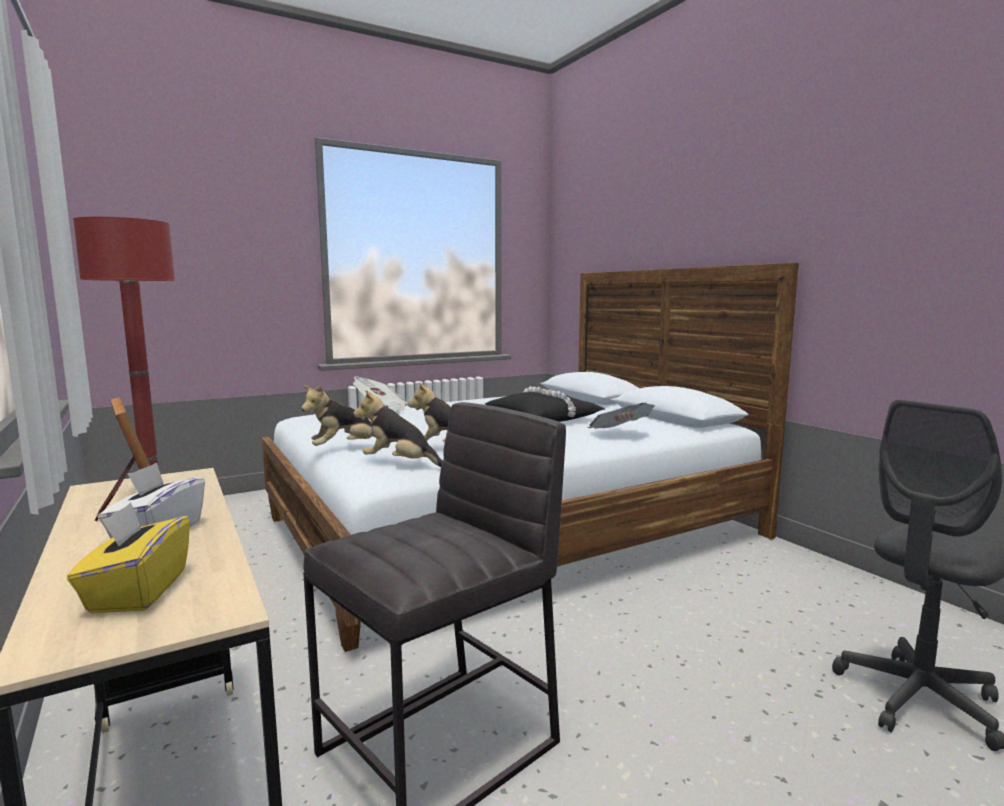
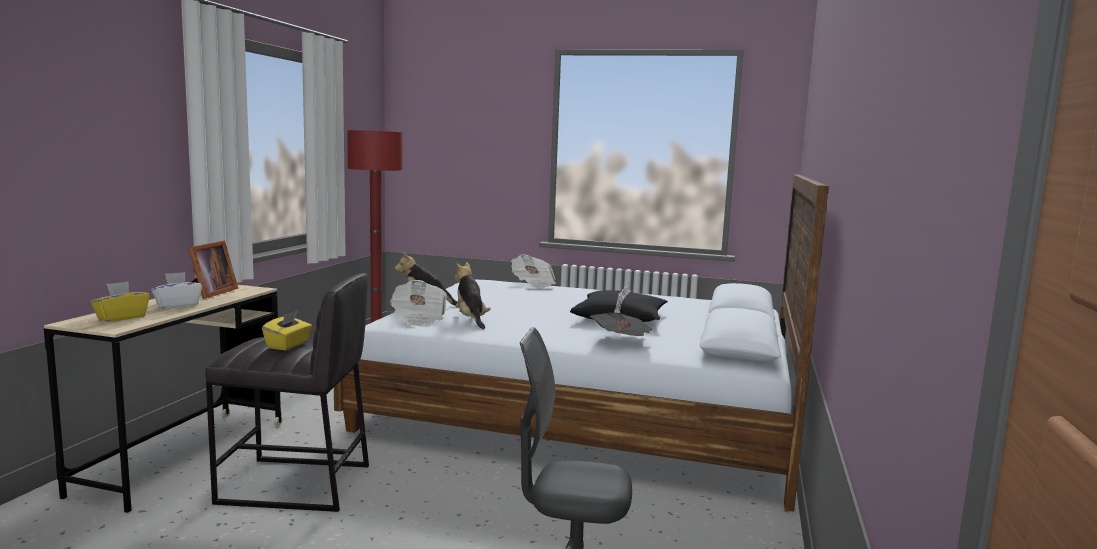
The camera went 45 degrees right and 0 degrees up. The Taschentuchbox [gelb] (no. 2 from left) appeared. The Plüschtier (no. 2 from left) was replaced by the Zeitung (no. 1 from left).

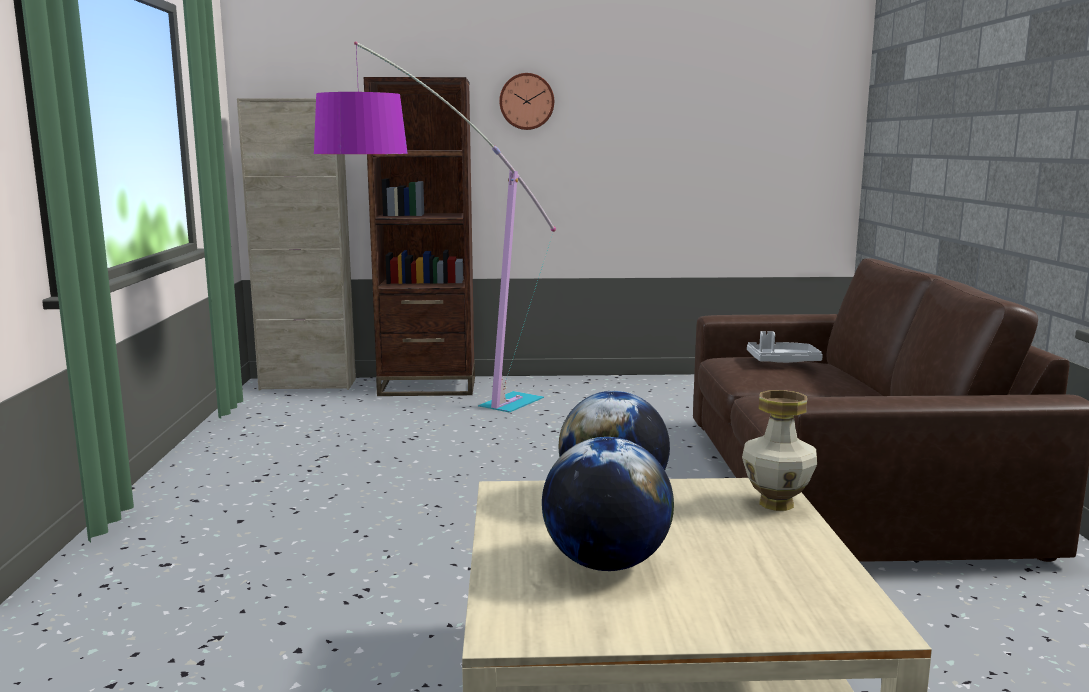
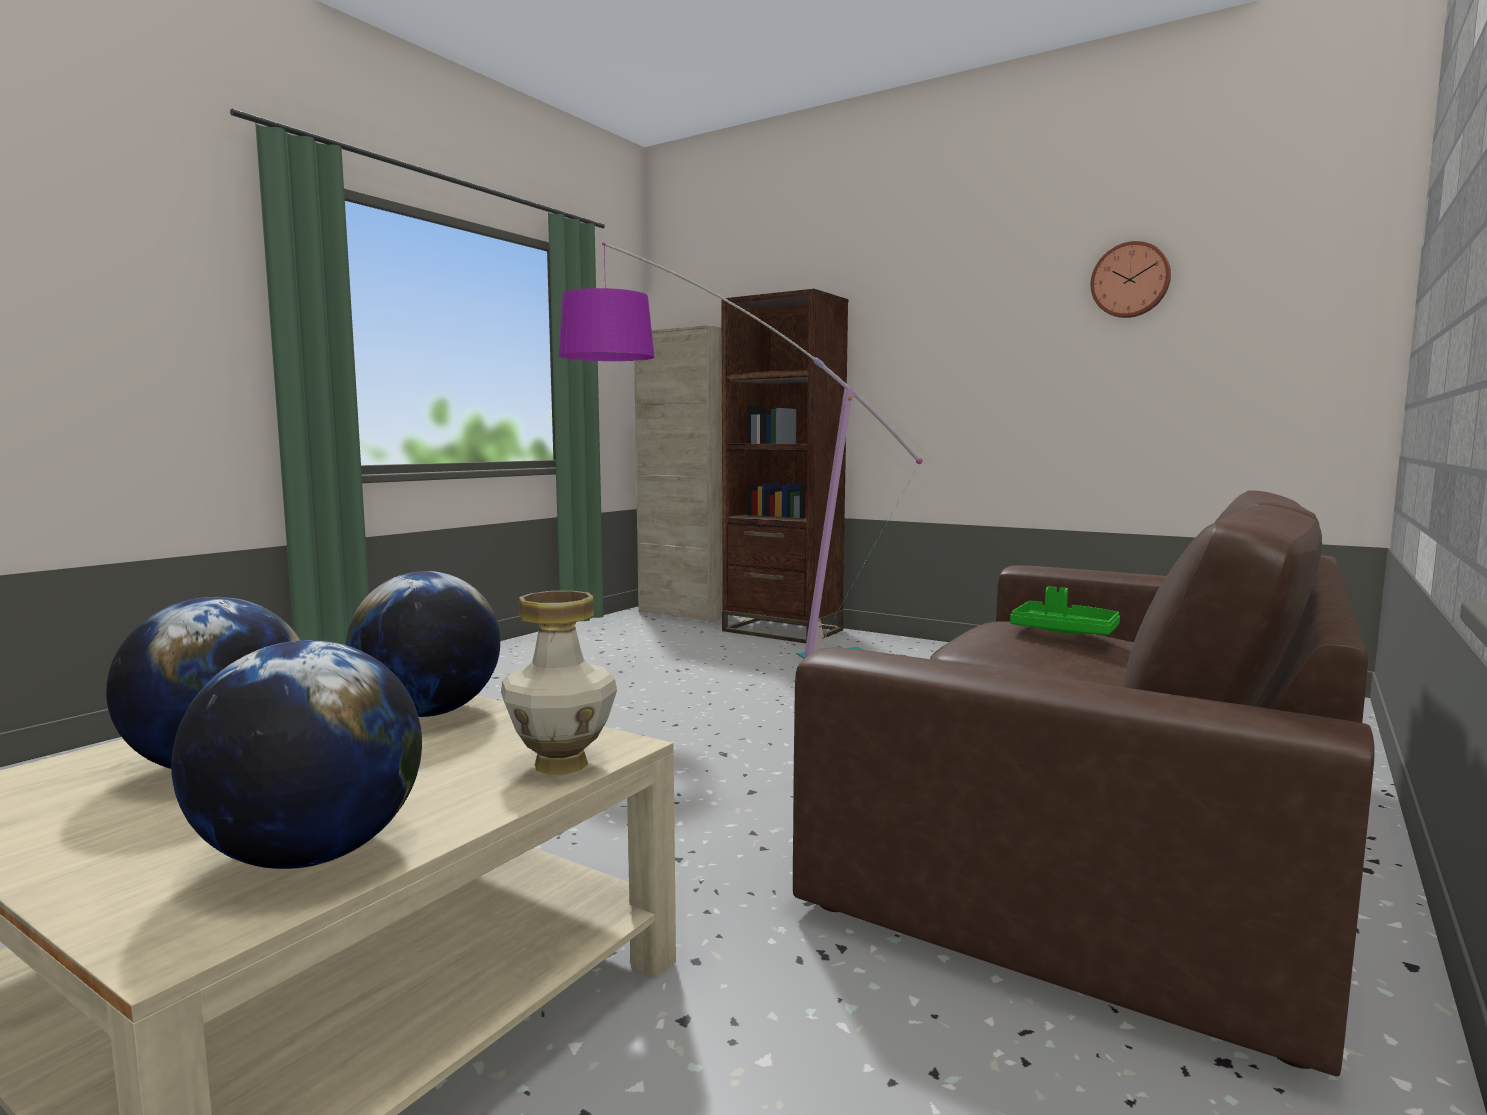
The camera went 35 degrees right and 5 degrees down. The Globus (no. 2 from left) appeared. The Wanduhr moved. The Tablett [grau] became the Tablett [grün].

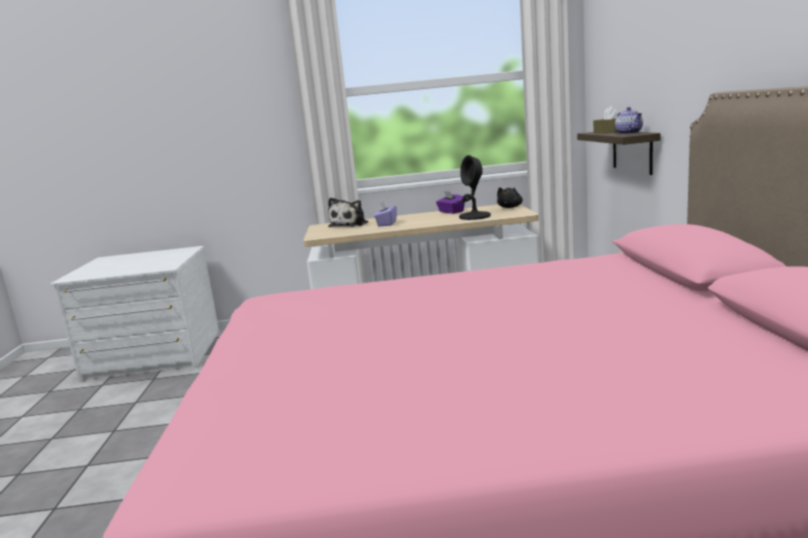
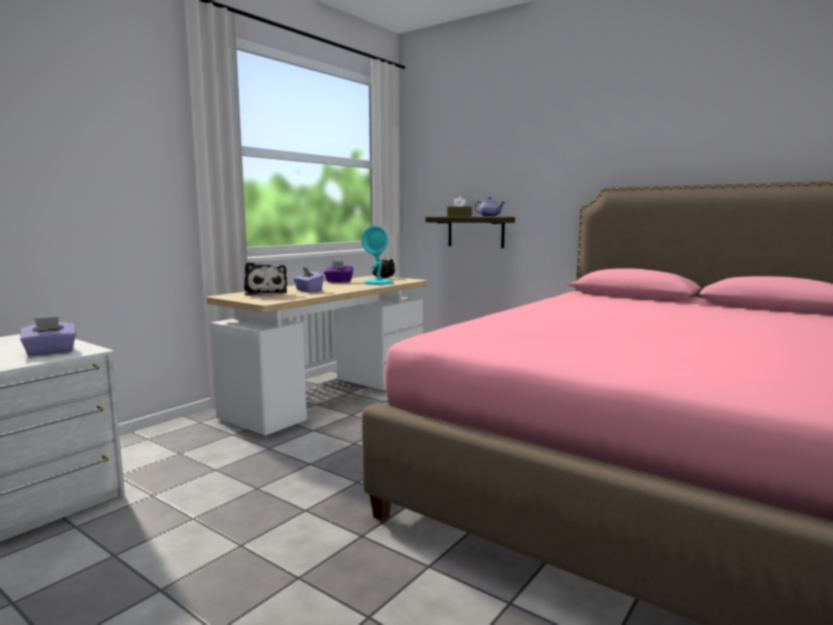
The camera went 50 degrees left and 5 degrees down. The Taschentuchbox [lila] (no. 1 from left) appeared. The Tischlampe [schwarz] became the Tischlampe [türkis].

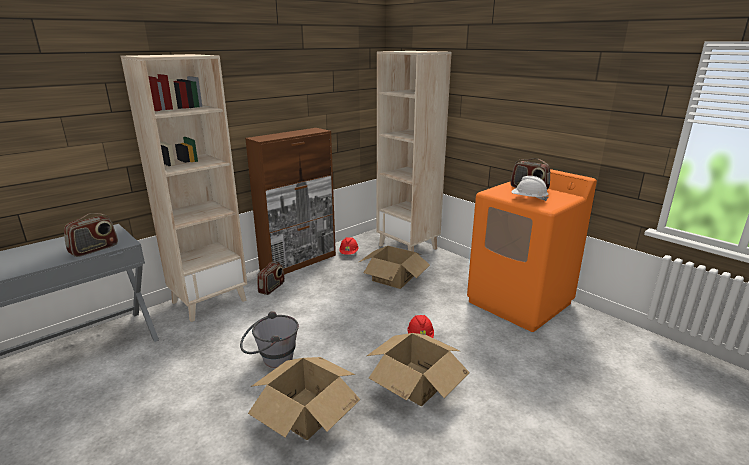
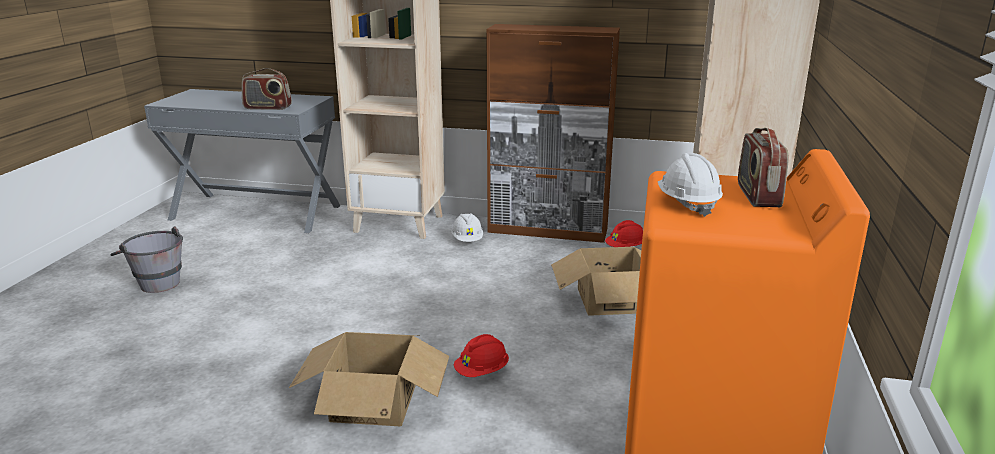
The camera went 55 degrees right and 0 degrees up. The Karton (no. 1 from left) disappeared. The Eimer [grau] moved. The Radio (no. 2 from left) was replaced by the Schutzhelm [weiß] (no. 1 from left).

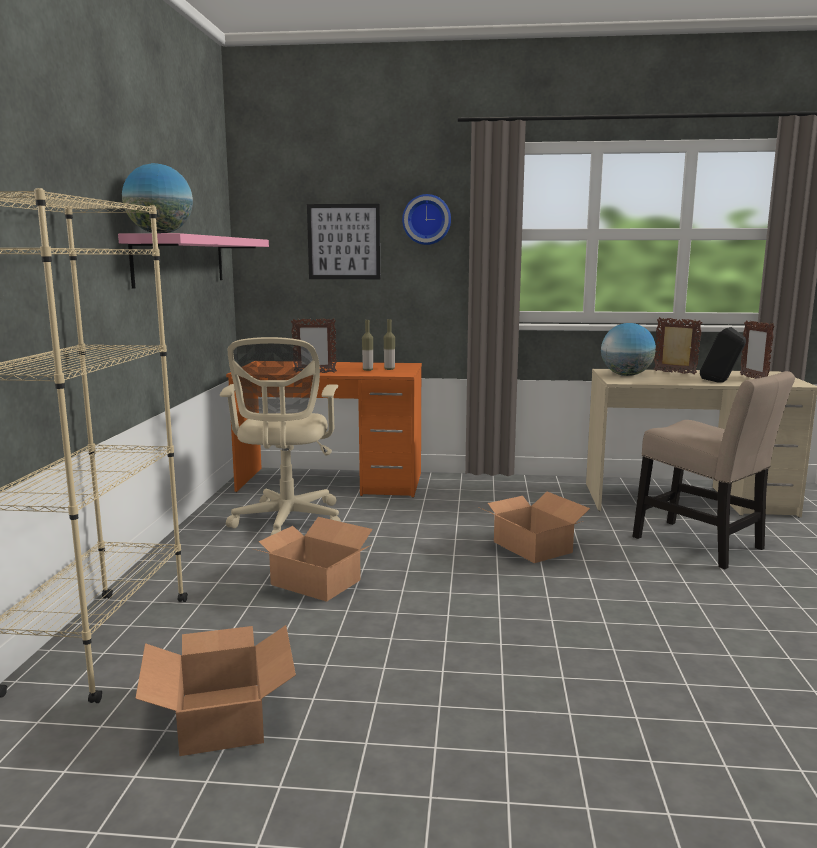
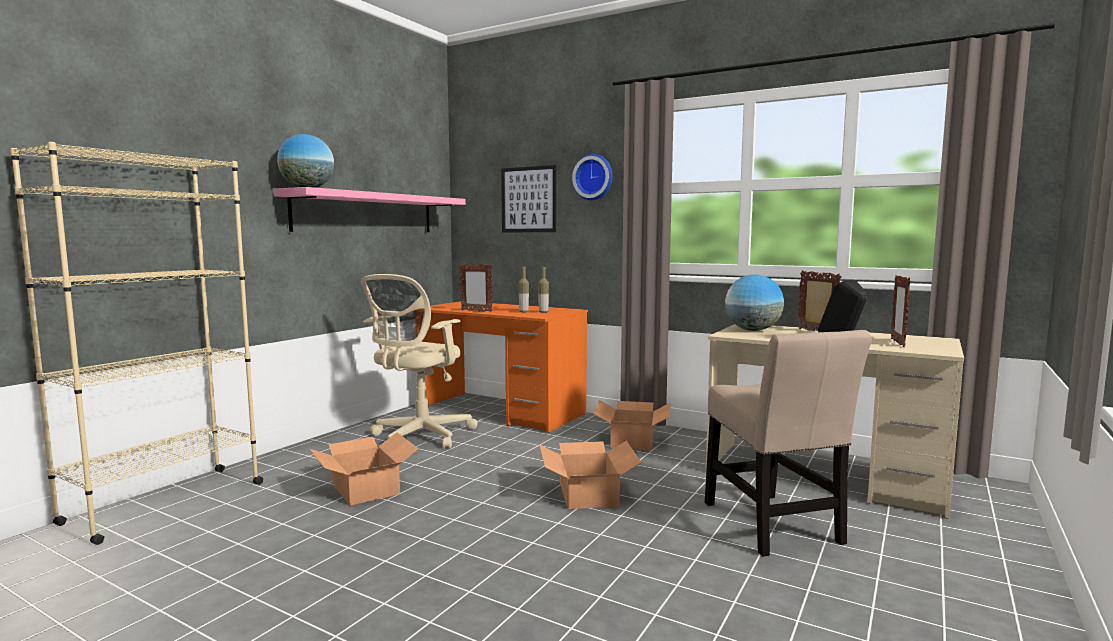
The camera went 25 degrees right and 5 degrees down. The Karton (no. 1 from left in the first image) moved.

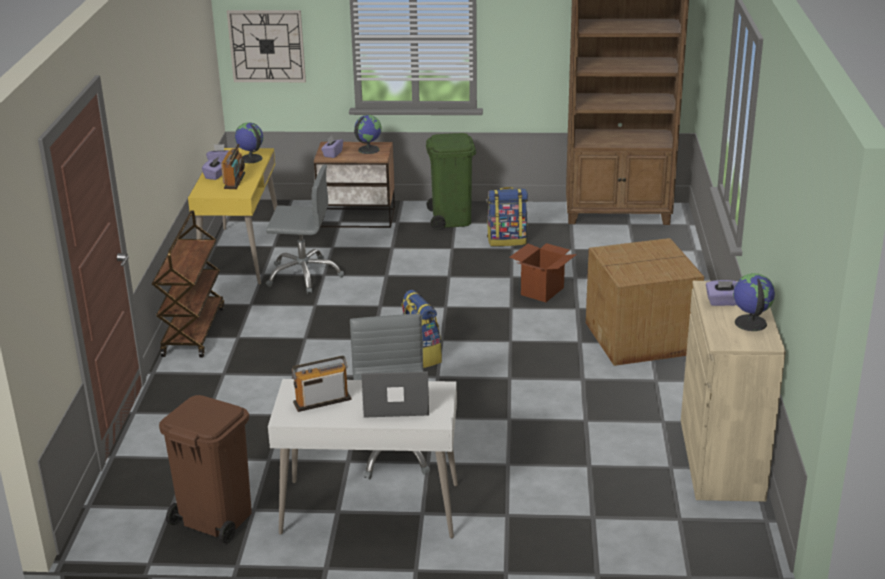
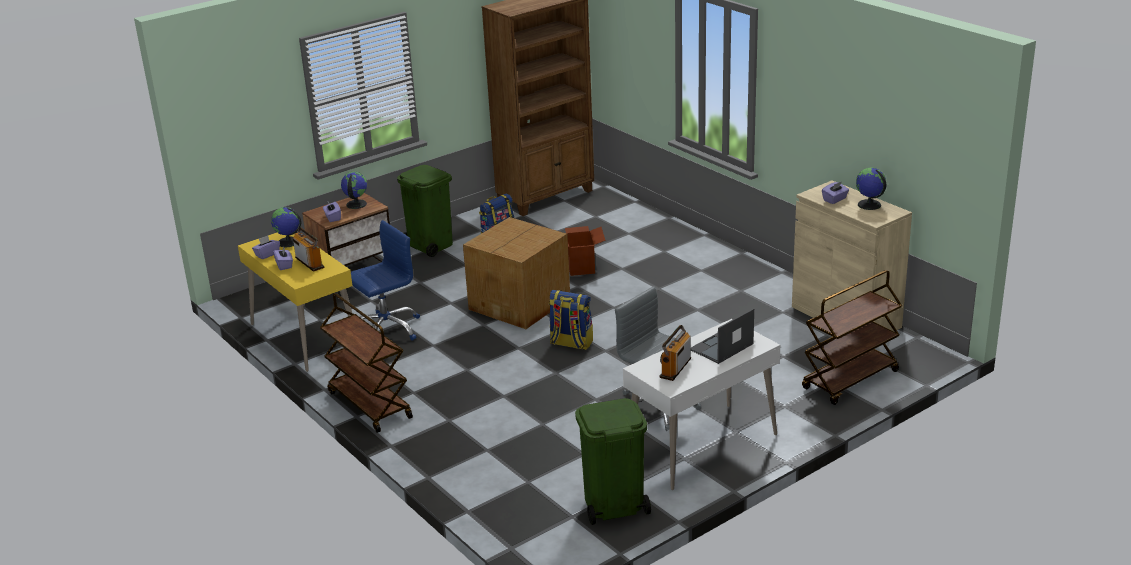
The camera went 40 degrees left and 0 degrees up. The Wanduhr disappeared. The Rollwagen [braun] (no. 2 from left) appeared. The Karton (no. 2 from left in the first image) moved. The Mülleimer [braun] became the Mülleimer [grün] (no. 2 from left). The Bürostuhl [grau] (no. 1 from left) became the Bürostuhl [blau].

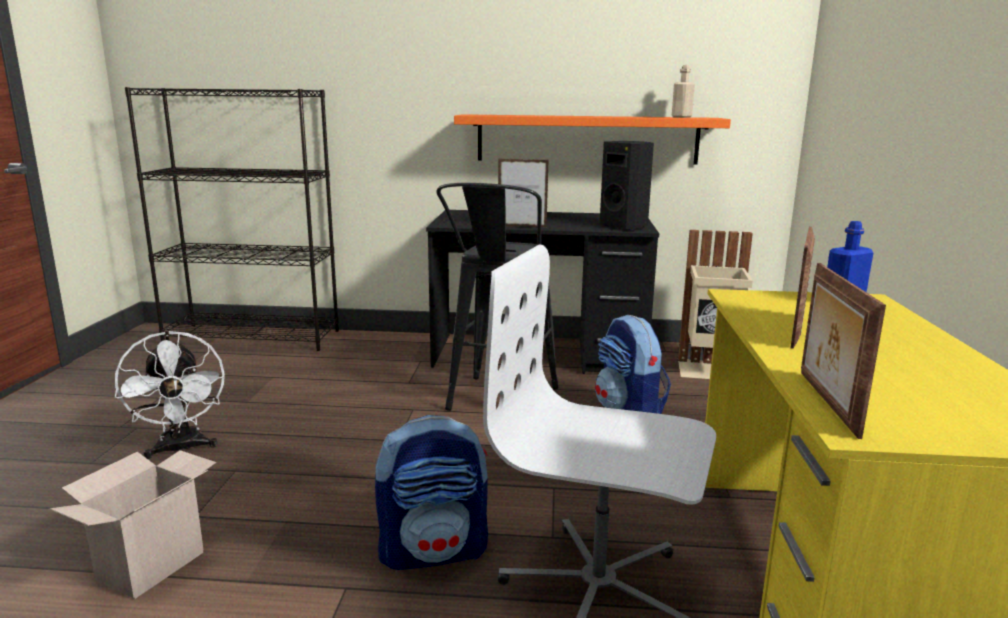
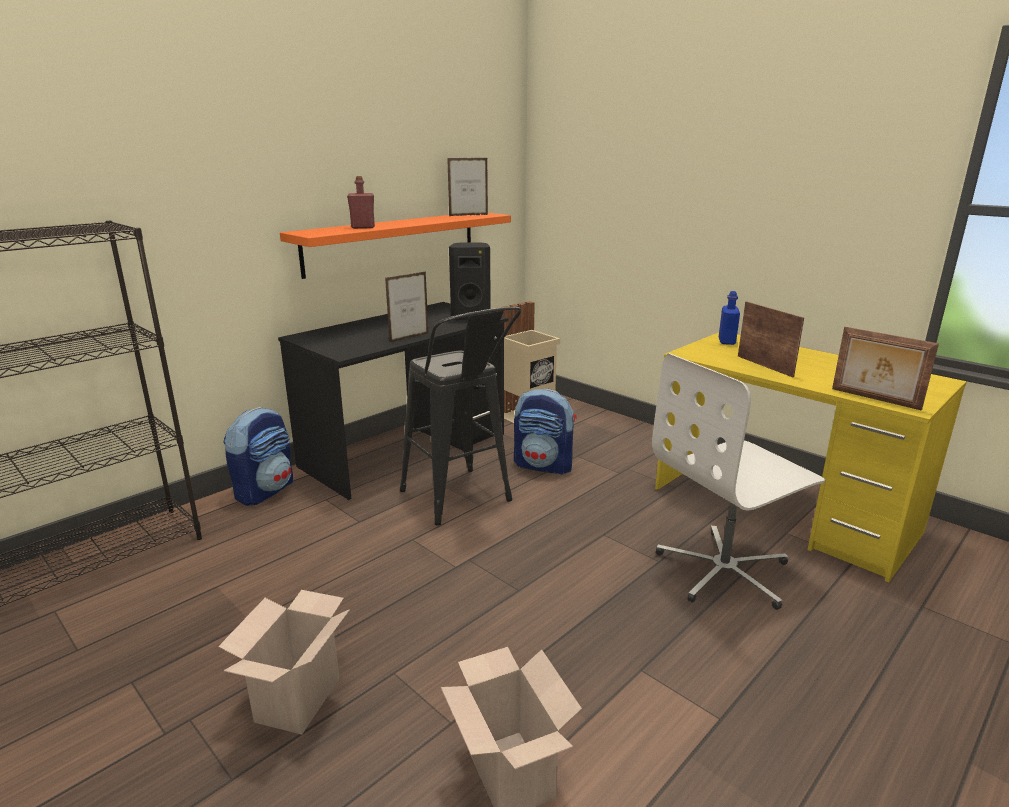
The camera went 50 degrees left and 5 degrees up. The Flasche [rot] appeared. The Rucksack (no. 1 from left) moved. The Ventilator [weiß] was replaced by the Karton (no. 1 from left). The Flasche [beige] was replaced by the Bilderrahmen (no. 2 from left).

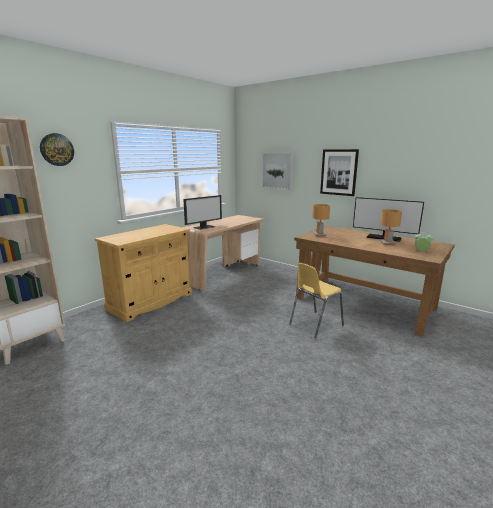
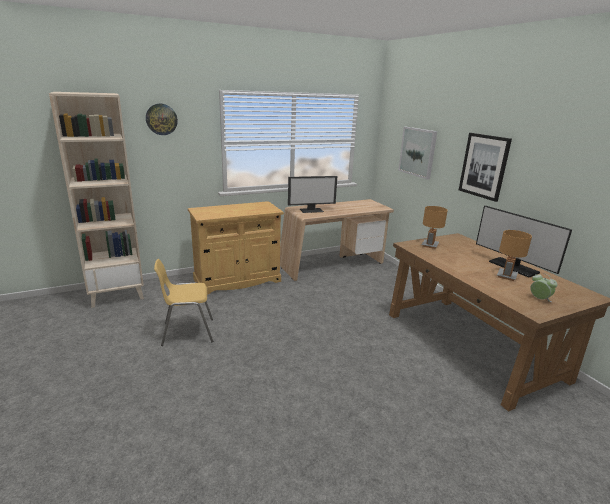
The camera went 25 degrees right and 5 degrees up. The Stuhl [gelb] moved.

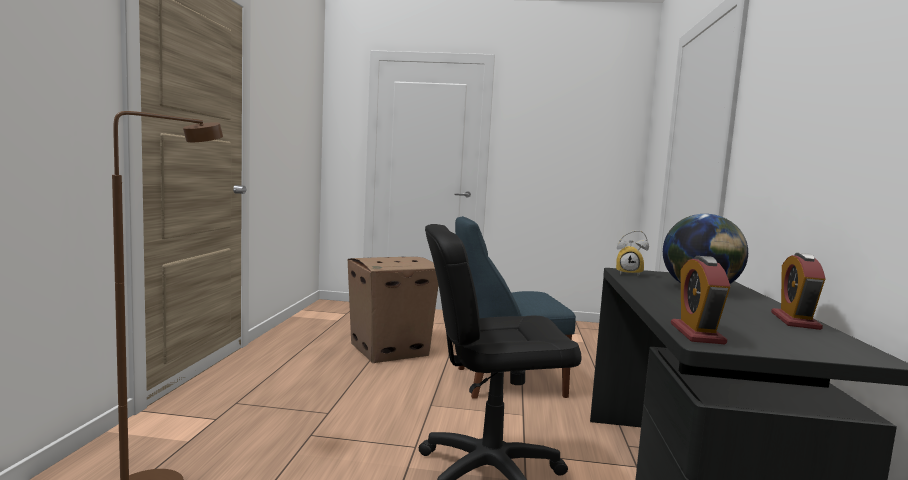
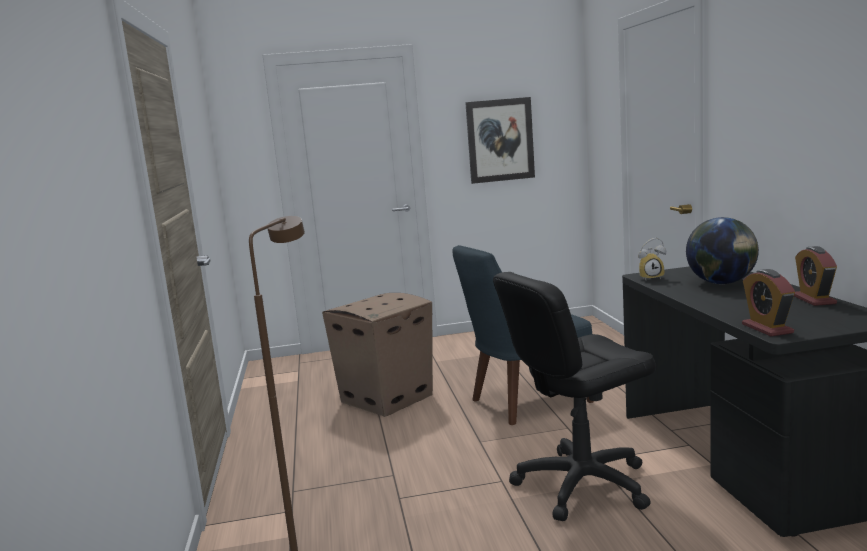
The camera went 15 degrees left and 5 degrees up. The Bild appeared.

